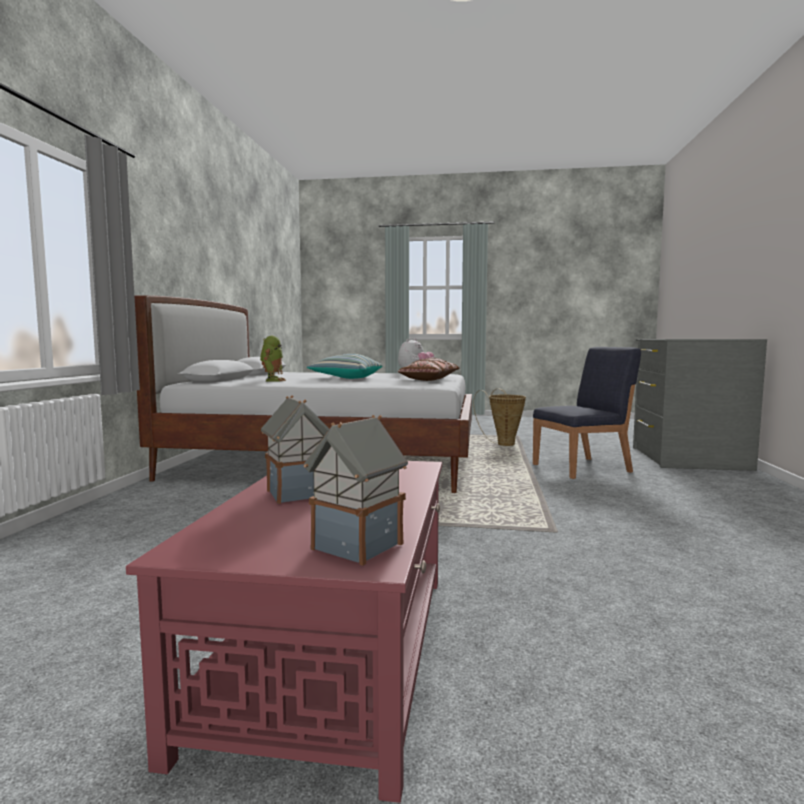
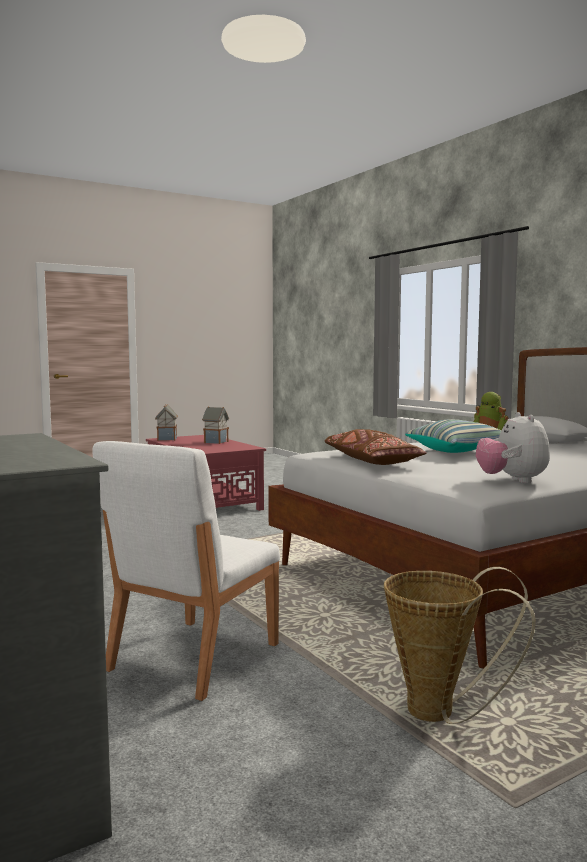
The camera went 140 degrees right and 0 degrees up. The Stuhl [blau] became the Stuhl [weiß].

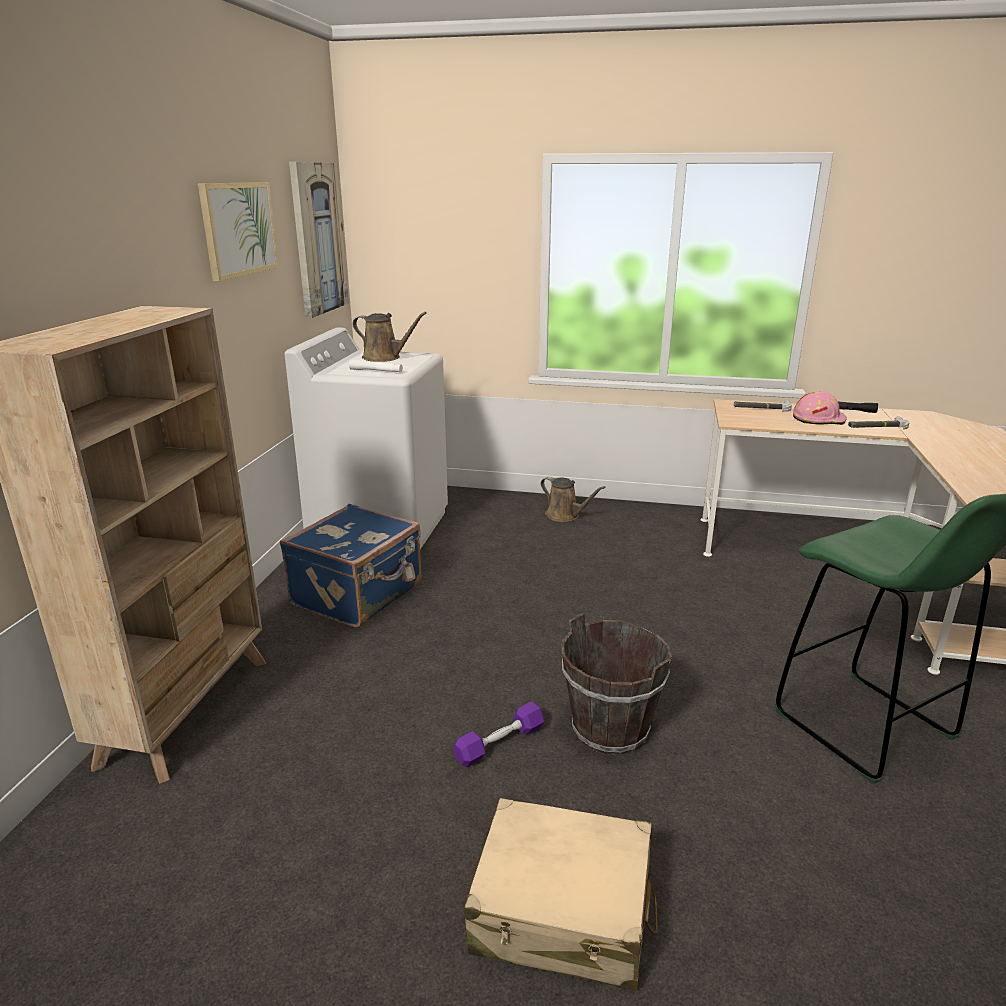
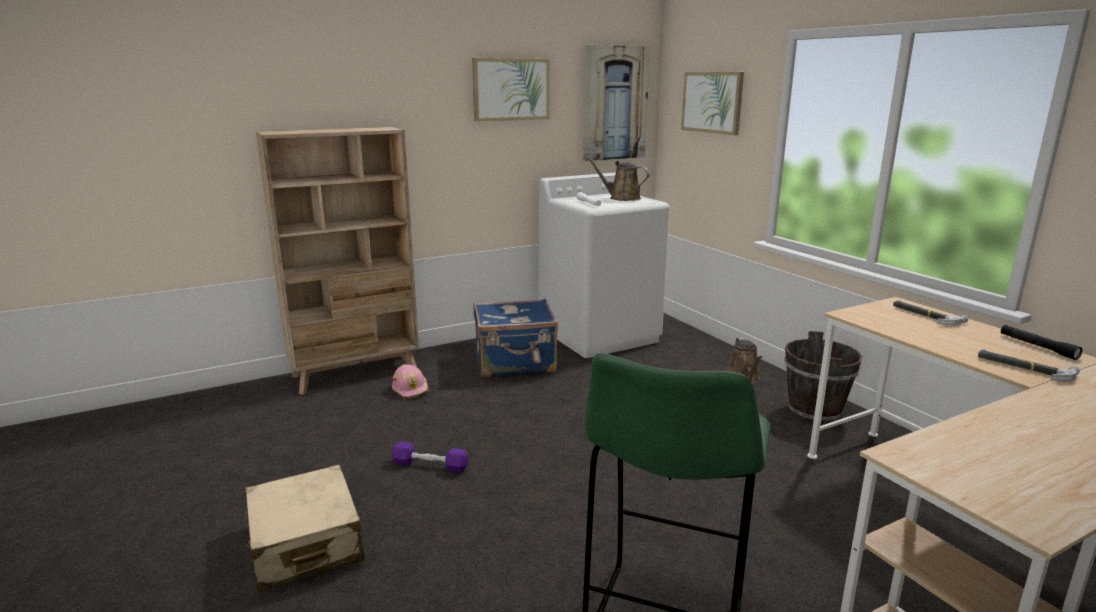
The camera went 50 degrees right and 5 degrees down. The Bild (no. 3 from left) appeared. The Eimer [braun] moved. The Schutzhelm [rosa] moved. The Gießkanne [braun] (no. 1 from left) turned 135 degrees clockwise.

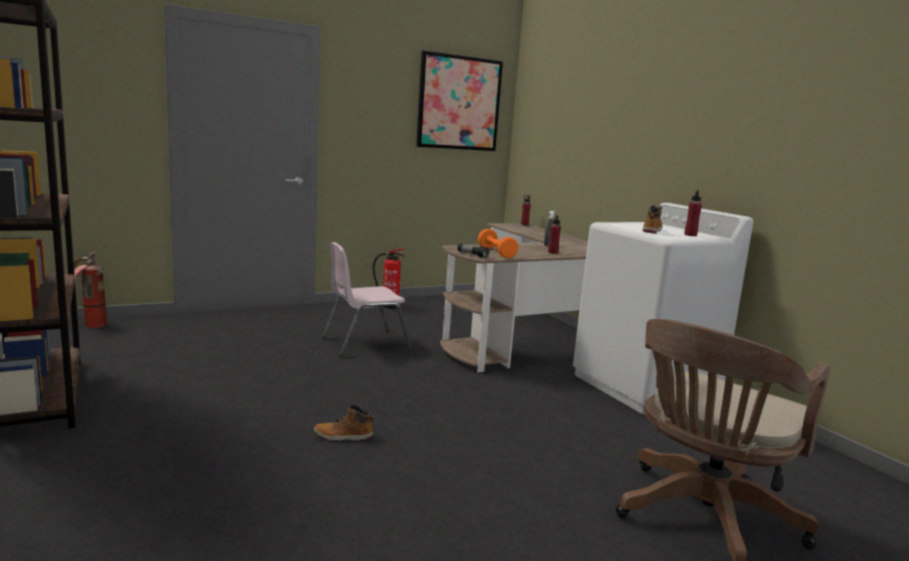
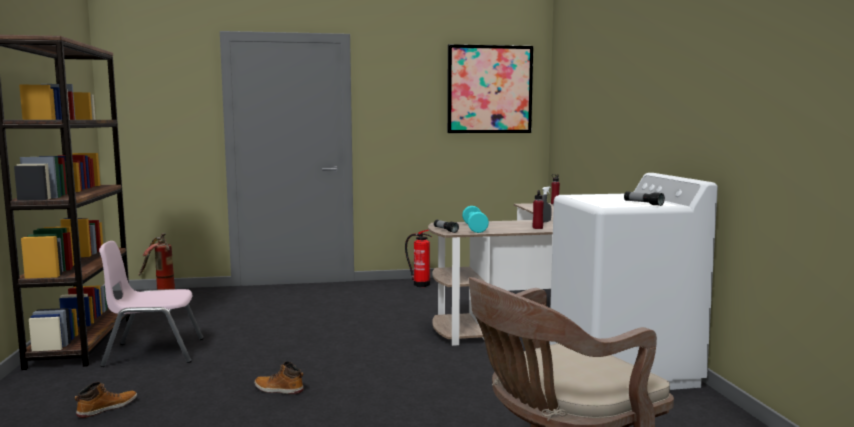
The camera went 20 degrees right and 5 degrees down. The Stuhl [rosa] moved. The Stiefel (no. 2 from left in the first image) moved. The Flasche [rot] (no. 3 from left) was replaced by the Taschenlampe (no. 2 from left). The Hantel [orange] became the Hantel [türkis].

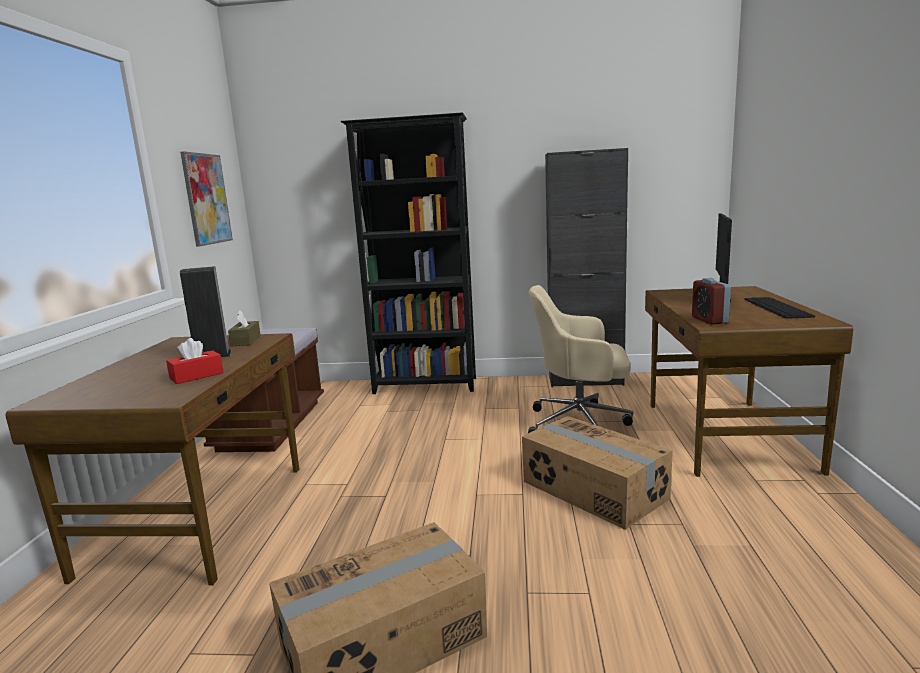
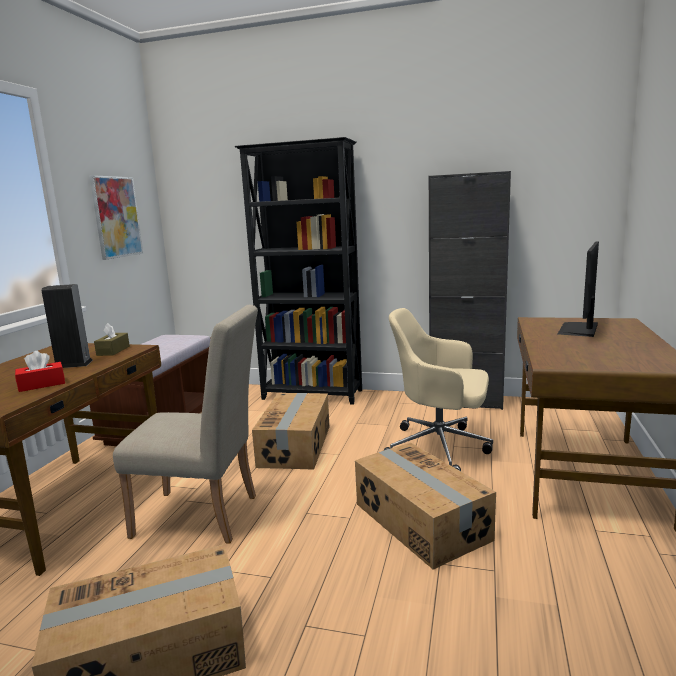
The camera went 10 degrees right and 0 degrees up. The Wecker disappeared. The Tastatur disappeared. The Stuhl [beige] appeared. The Karton (no. 2 from left) appeared.

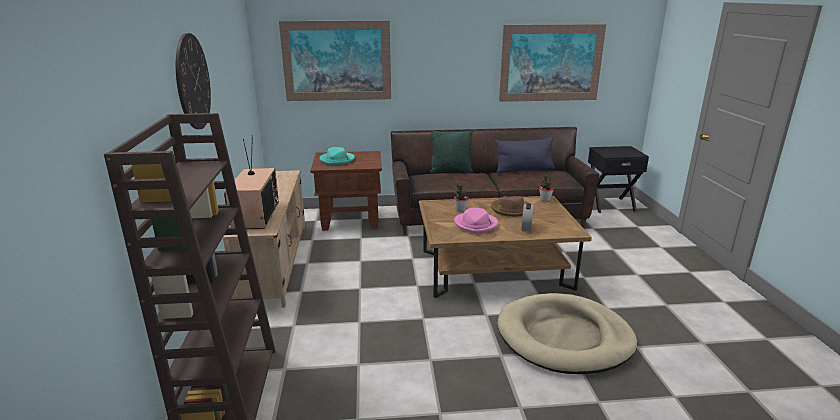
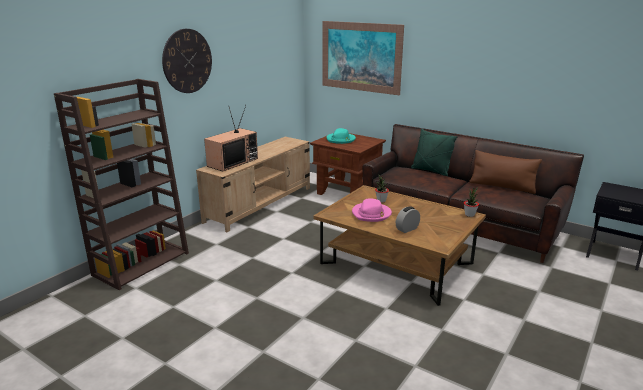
The camera went 40 degrees right and 0 degrees up. The Hut [braun] disappeared. The Hundebett [beige] disappeared. The Bild (no. 2 from left) disappeared. The Kissen [blau] became the Kissen [braun].

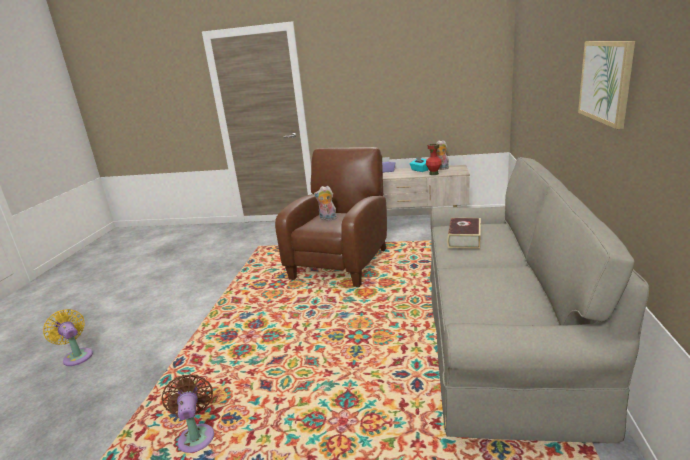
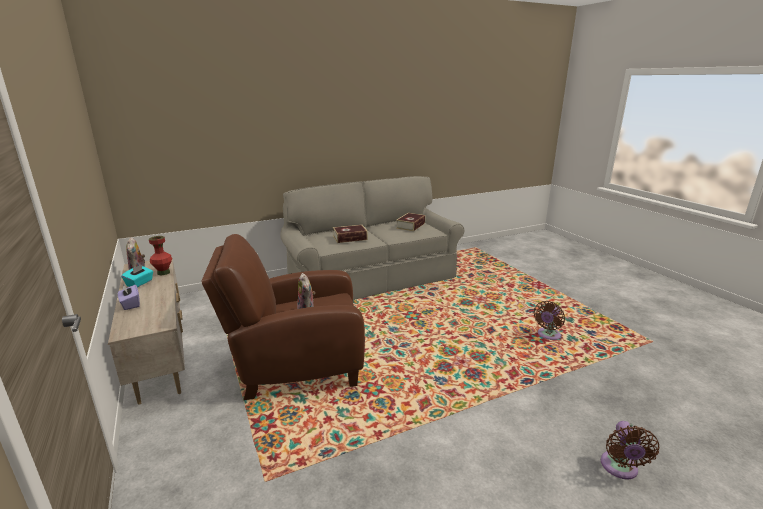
The camera went 125 degrees left and 0 degrees up. The Bild disappeared. The Buch (no. 2 from left) appeared. The Ventilator [gelb] became the Ventilator [braun] (no. 2 from left).

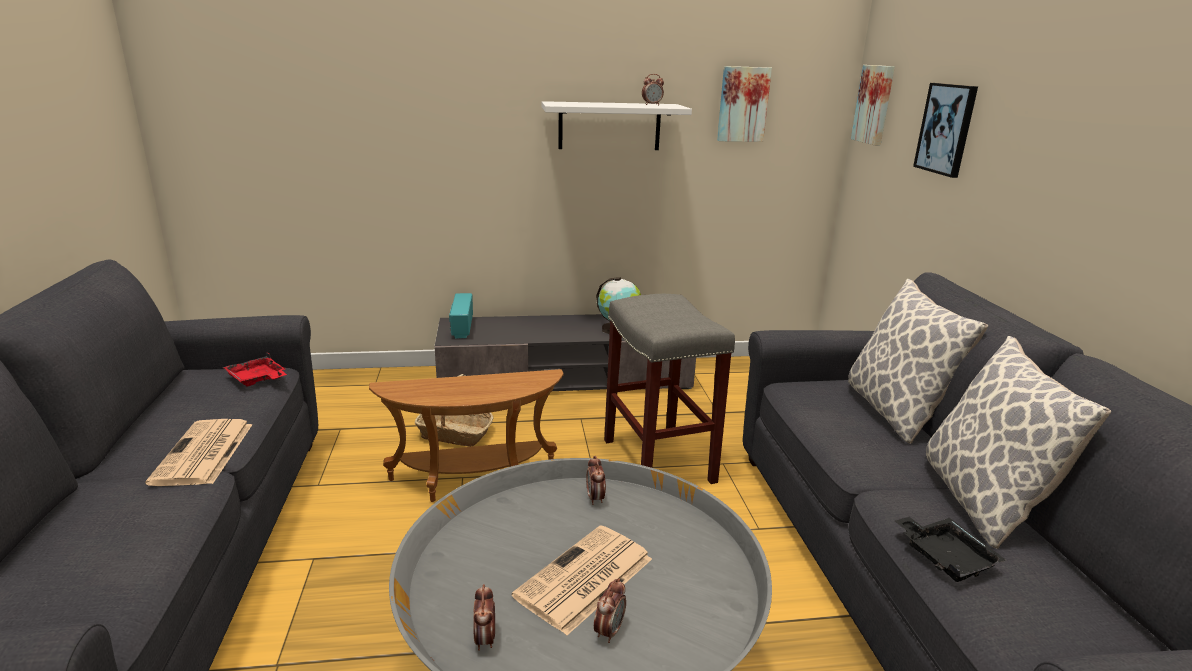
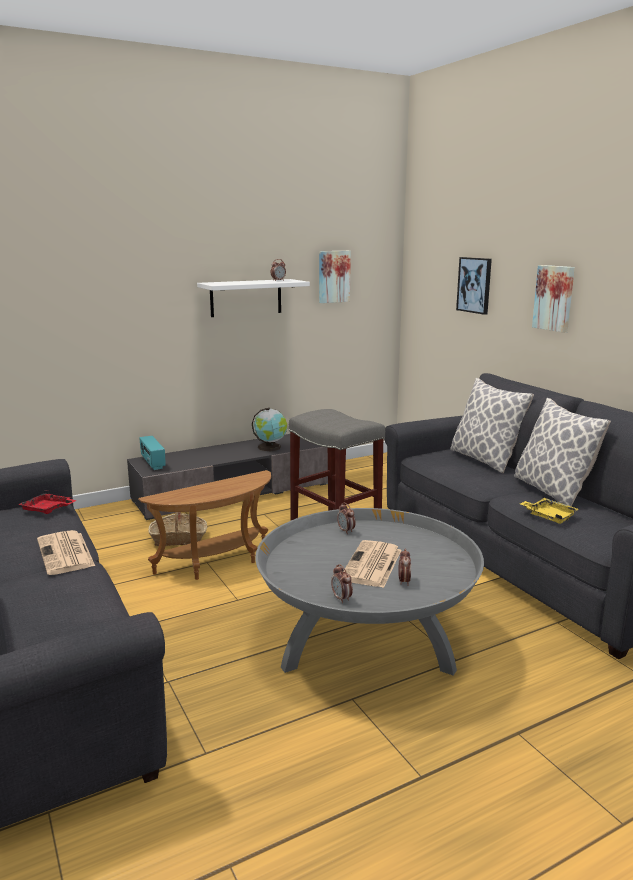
The camera went 20 degrees left and 5 degrees down. The Bild (no. 2 from left in the first image) moved. The Tablett [schwarz] became the Tablett [gelb].

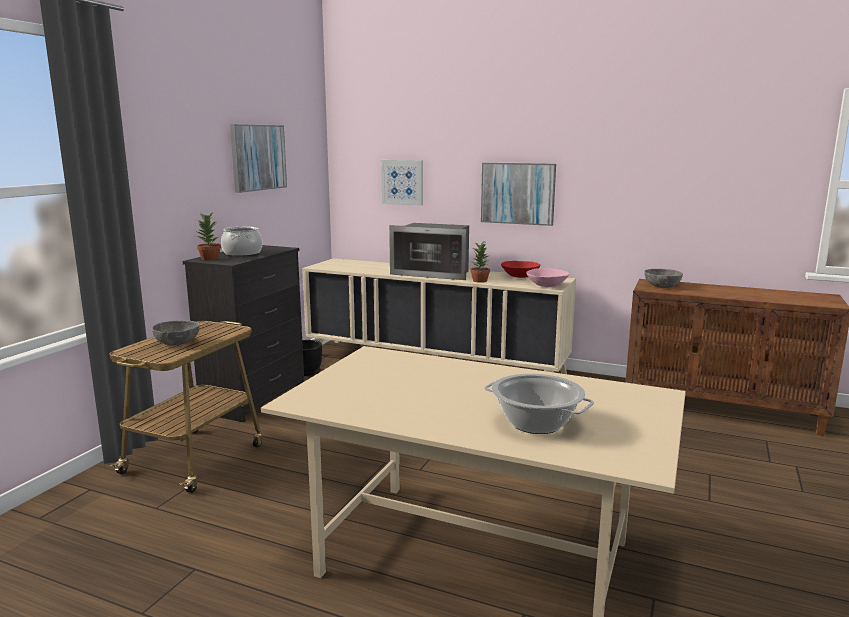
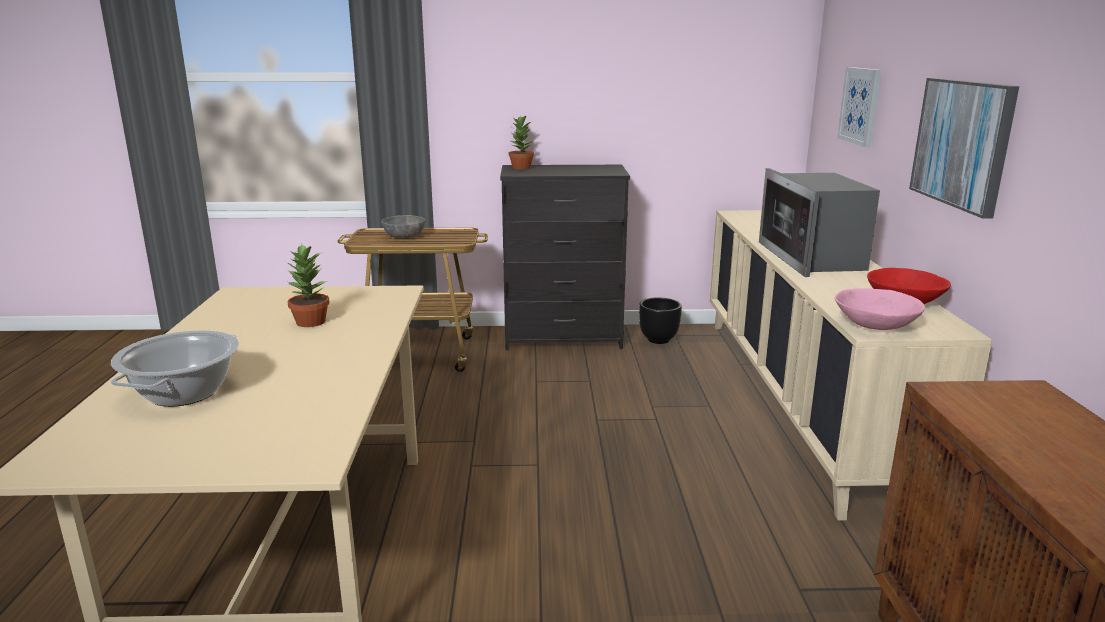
The camera went 65 degrees right and 5 degrees up. The Kochtopf (no. 1 from left) disappeared. The Bild (no. 1 from left) disappeared. The Schüssel [grau] (no. 2 from left) disappeared. The Topfpflanze (no. 2 from left in the first image) moved.

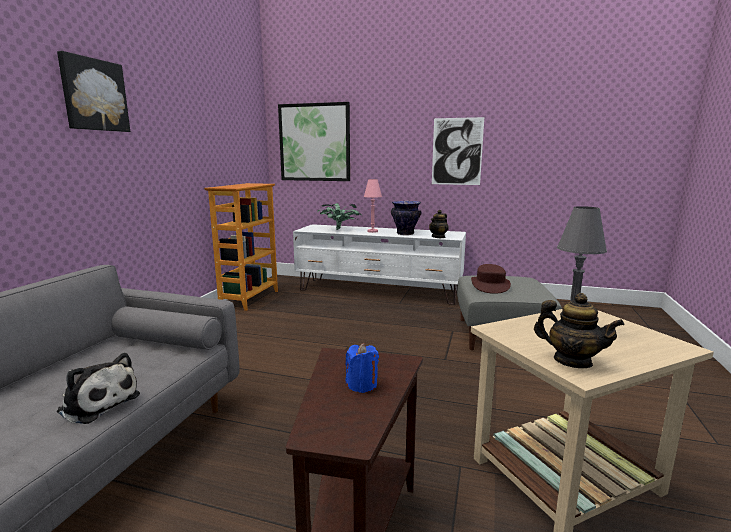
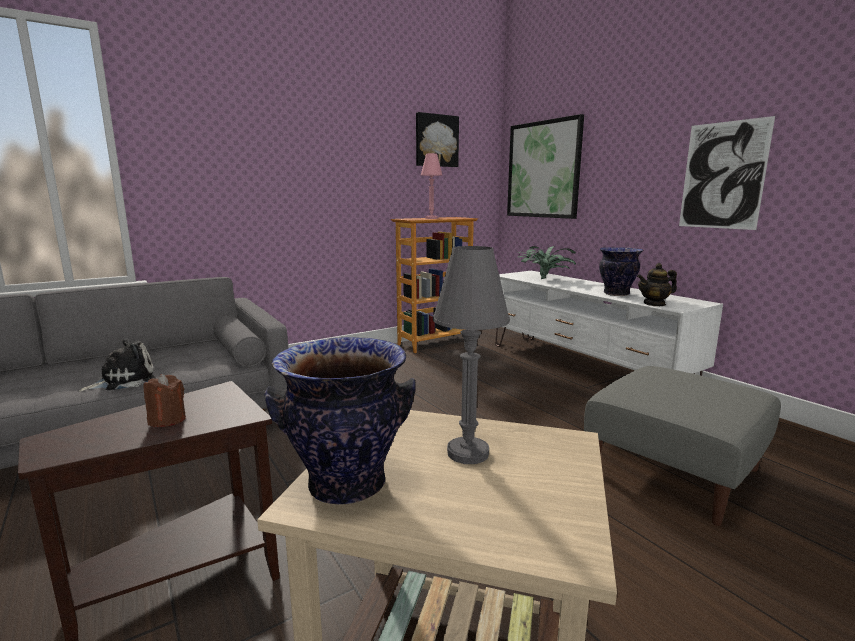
The camera went 40 degrees right and 0 degrees up. The Hut [braun] disappeared. The Bild (no. 1 from left) moved. The Tischlampe [rosa] moved. The Teekanne (no. 2 from left) was replaced by the Vase (no. 1 from left). The Kerze [blau] became the Kerze [braun]. The Plüschtier turned 105 degrees counterclockwise.

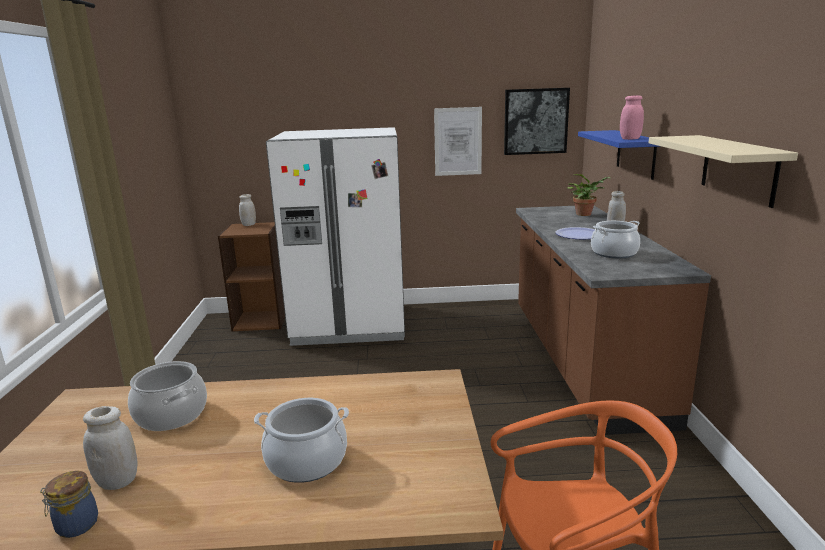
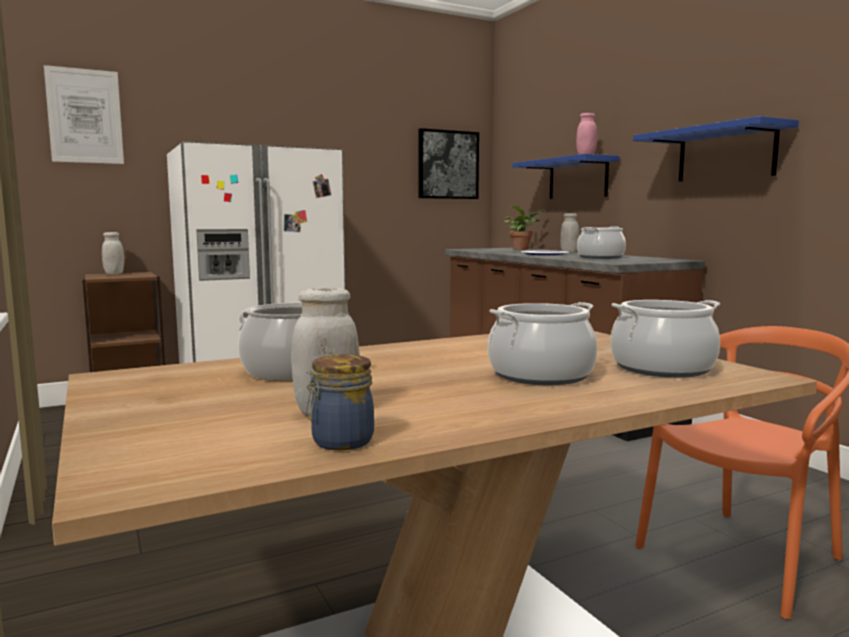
The camera went 25 degrees left and 10 degrees down. The Kochtopf (no. 4 from left) appeared. The Bild (no. 1 from left) moved. The Wandregal [beige] became the Wandregal [blau] (no. 2 from left).

